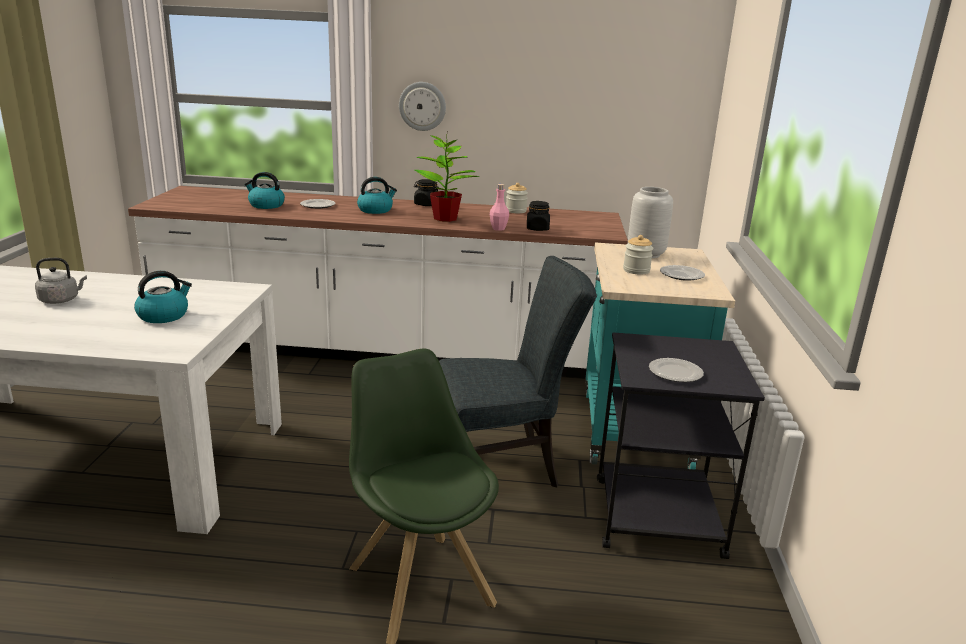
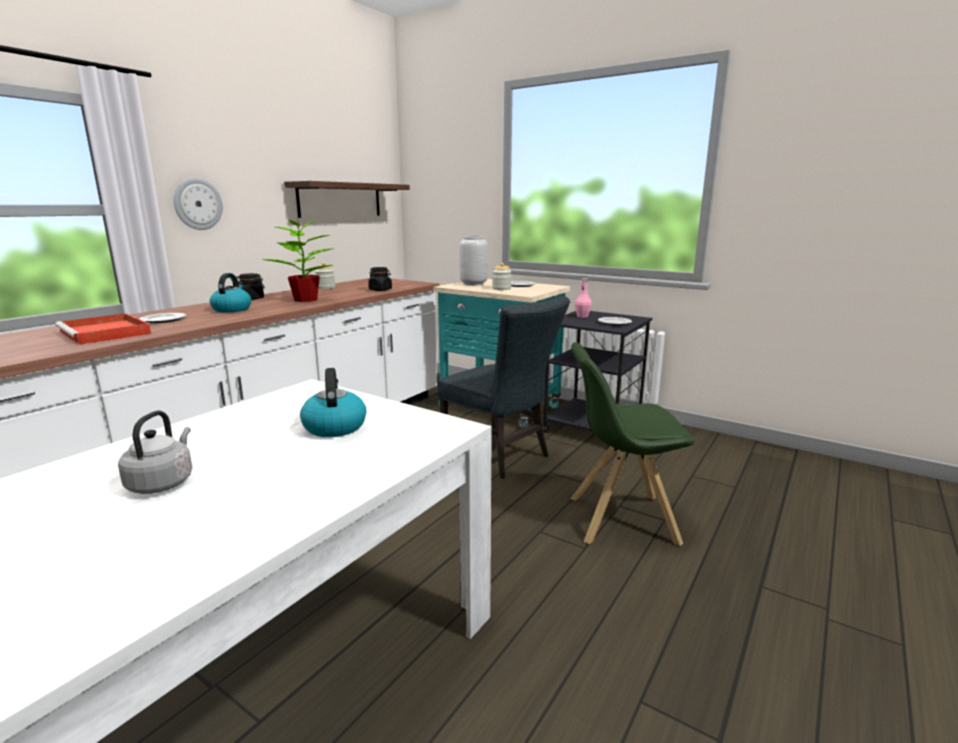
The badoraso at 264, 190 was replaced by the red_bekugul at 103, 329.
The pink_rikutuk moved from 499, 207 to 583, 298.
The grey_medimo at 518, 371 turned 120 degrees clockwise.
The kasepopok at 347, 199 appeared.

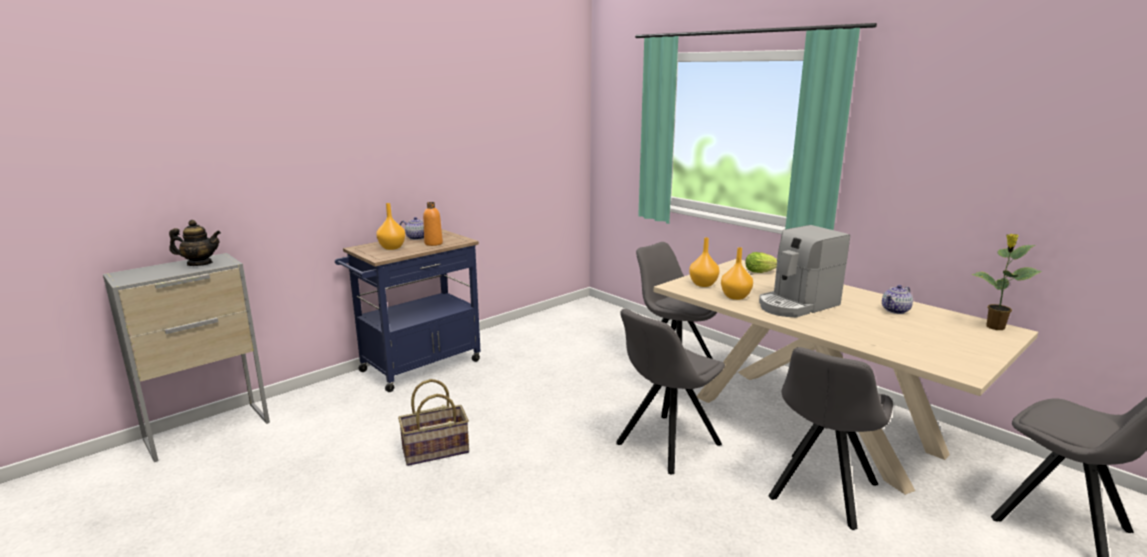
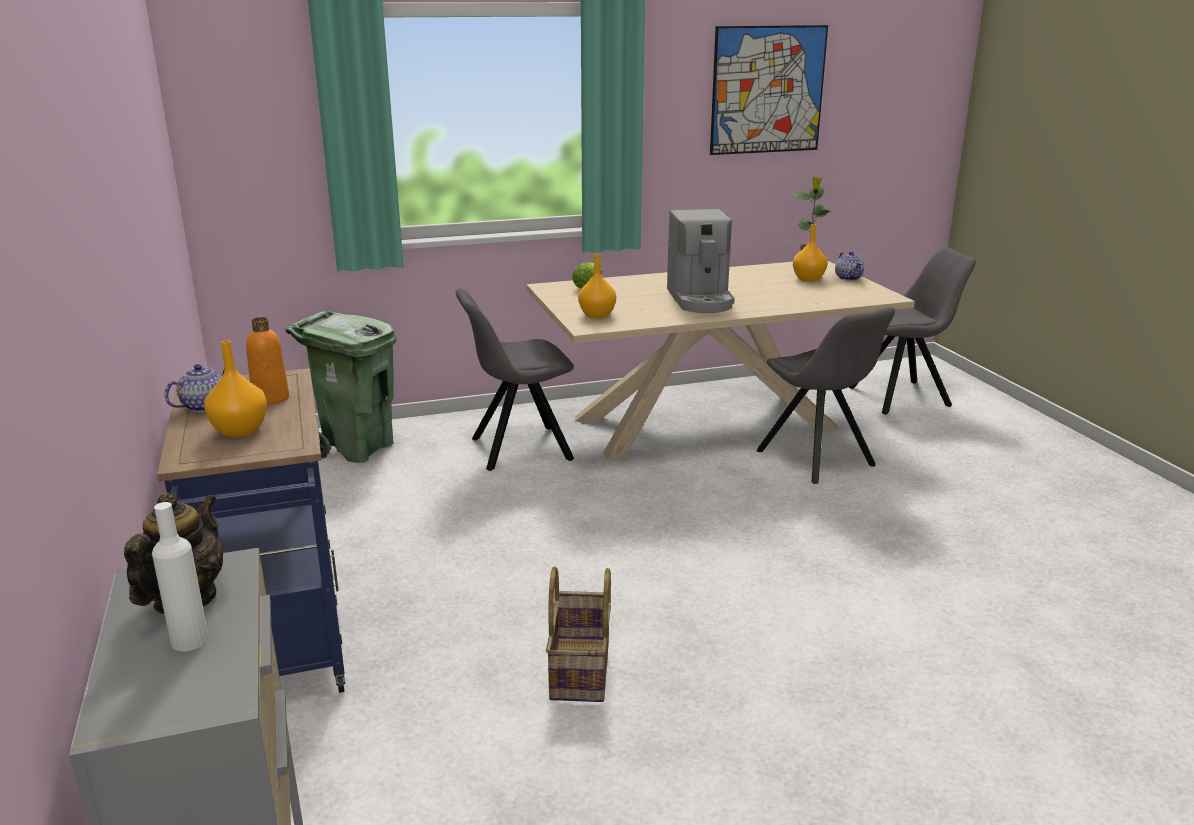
The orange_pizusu moved from 737, 273 to 810, 253.
The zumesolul moved from 897, 299 to 849, 266.
The grey_medimo at 670, 392 disappeared.
The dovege at 769, 90 appeared.
The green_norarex at 341, 387 appeared.
The white_rikutuk at 180, 576 appeared.

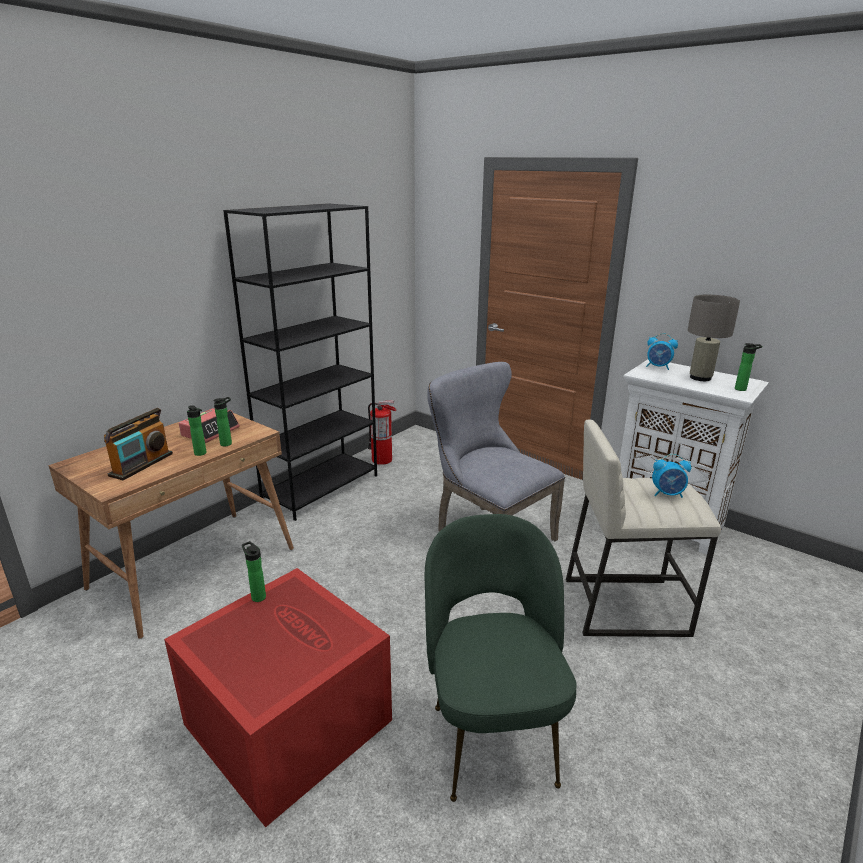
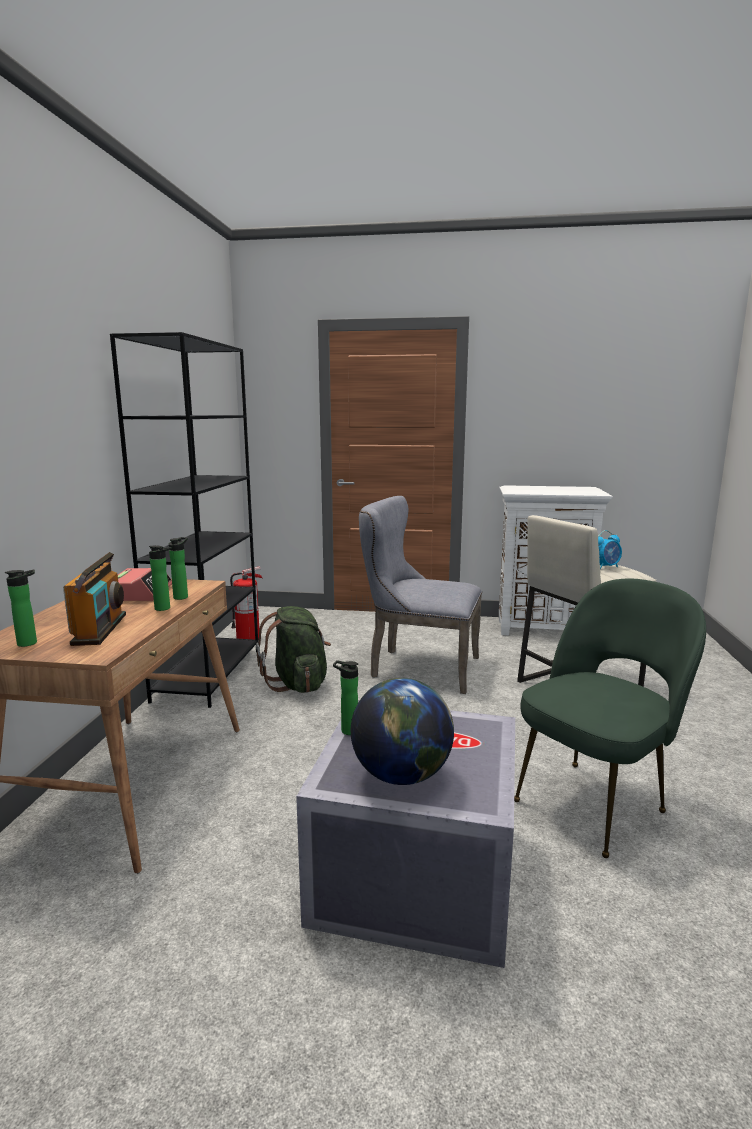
The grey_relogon at 714, 338 disappeared.
The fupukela at 662, 351 disappeared.
The rikutuk moved from 748, 367 to 21, 608.
The green_medimo at 501, 658 turned 90 degrees clockwise.
The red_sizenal at 278, 697 became the grey_sizenal at 405, 834.
The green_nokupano at 293, 649 appeared.
The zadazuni at 402, 731 appeared.

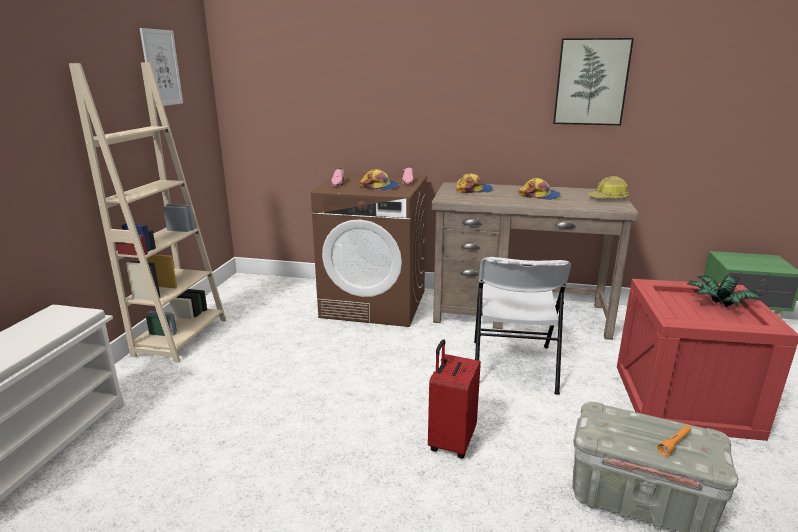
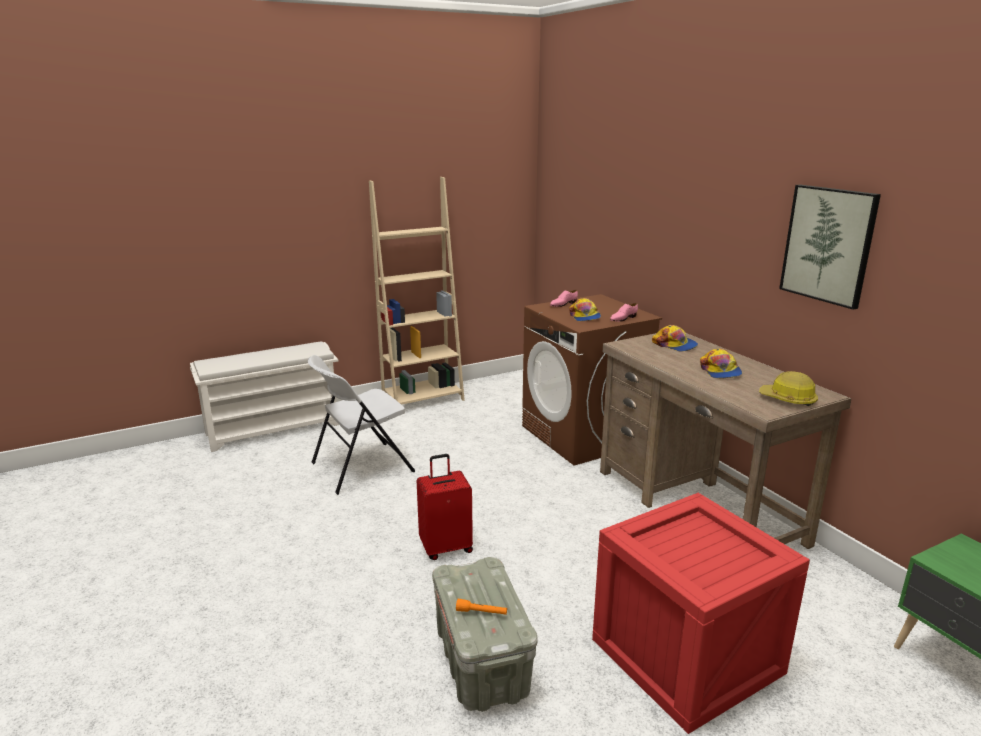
The dovege at 161, 67 disappeared.
The white_medimo moved from 522, 326 to 361, 425.
The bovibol at 725, 291 disappeared.

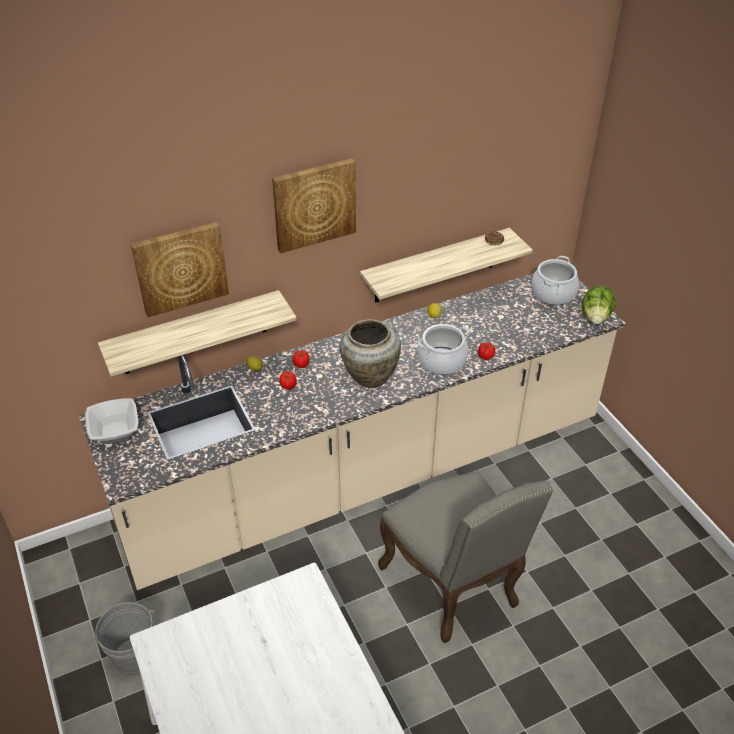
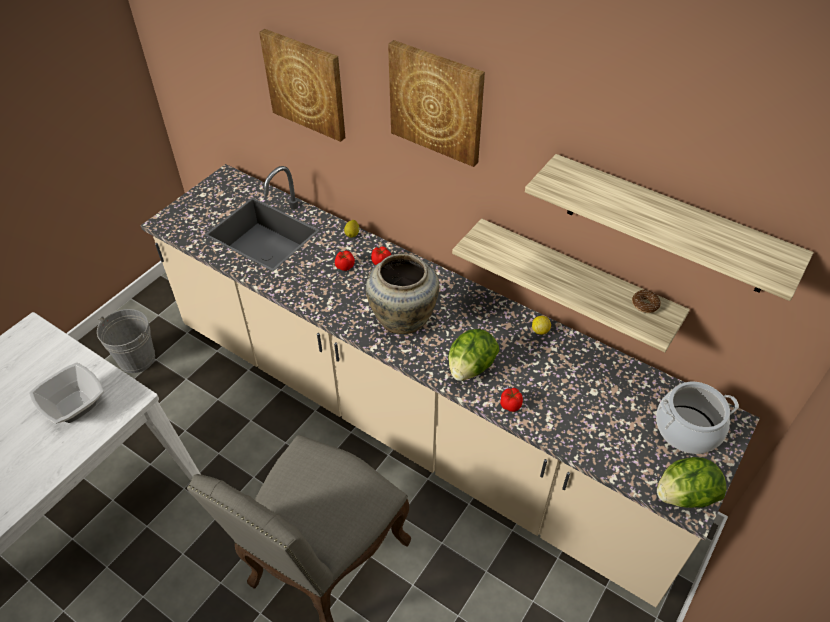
The kasepopok moved from 197, 333 to 669, 227.
The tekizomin at 443, 349 was replaced by the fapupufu at 474, 355.
The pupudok moved from 112, 421 to 66, 393.

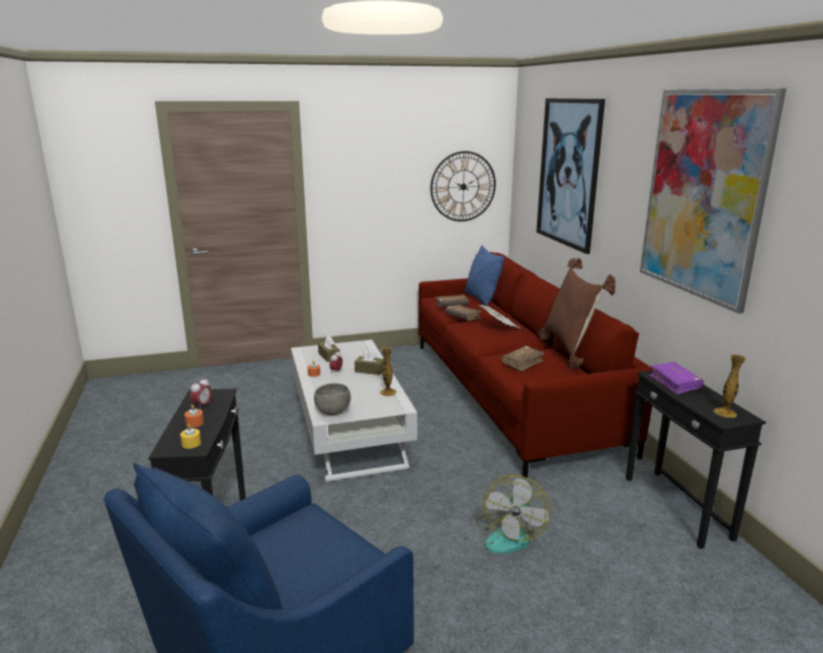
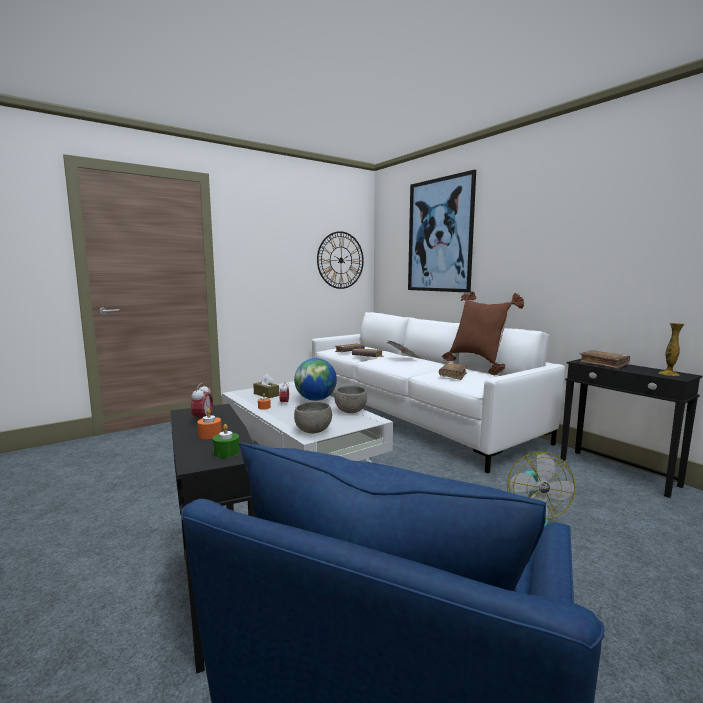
The dovege at 713, 201 disappeared.
The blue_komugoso at 484, 275 disappeared.
The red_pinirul at 536, 365 became the white_pinirul at 438, 392.
The pizusu at 388, 371 was replaced by the grey_pupudok at 350, 399.
The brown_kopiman at 369, 362 was replaced by the zadazuni at 315, 379.
The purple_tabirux at 676, 378 became the brown_tabirux at 604, 359.
The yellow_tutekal at 190, 436 became the green_tutekal at 226, 441.

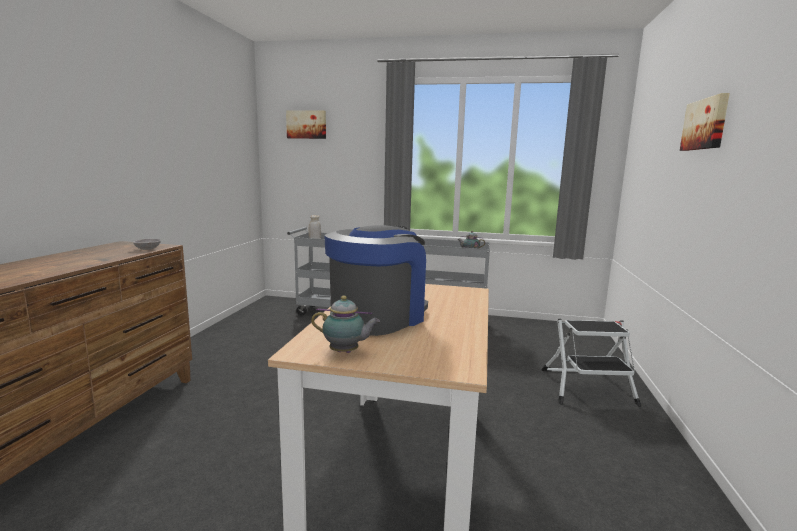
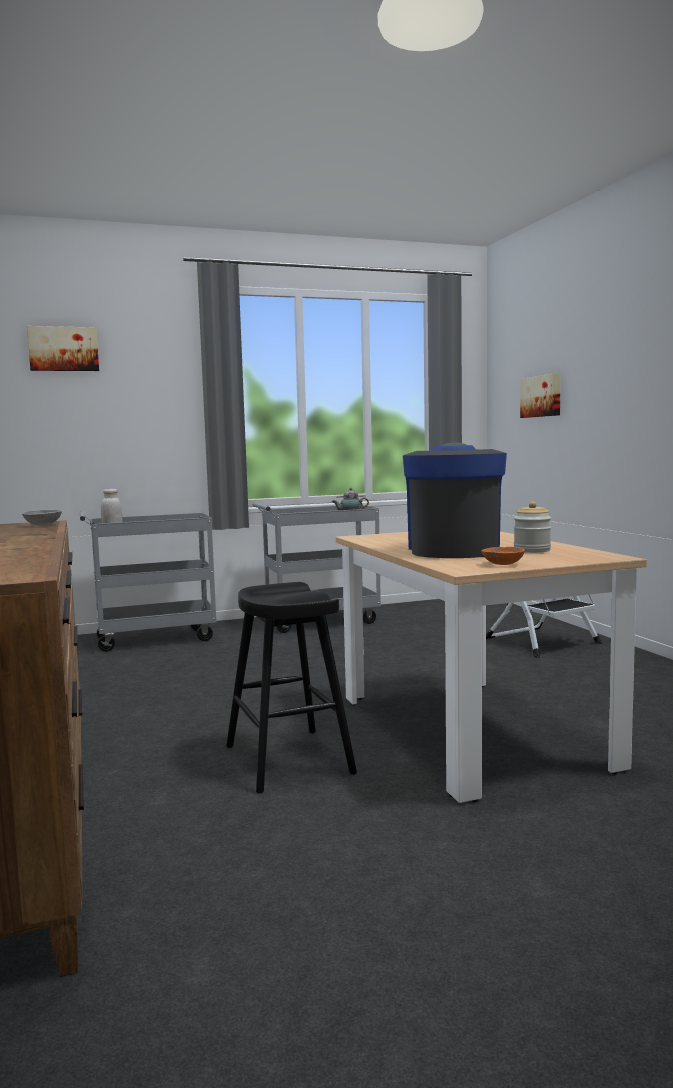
The dovege moved from 705, 122 to 540, 395.
The zumesolul at 345, 324 was replaced by the orange_pupudok at 503, 556.
The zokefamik at 532, 527 appeared.
The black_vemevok at 291, 688 appeared.

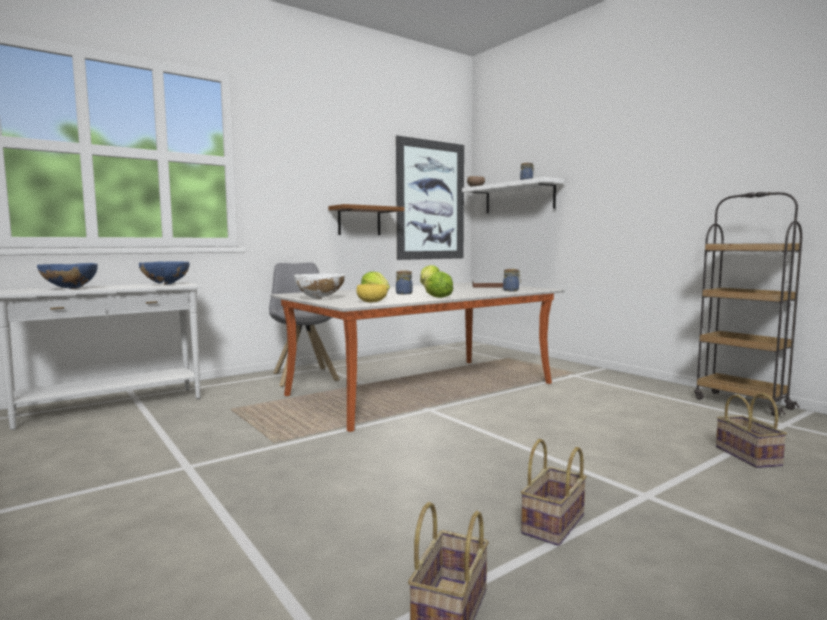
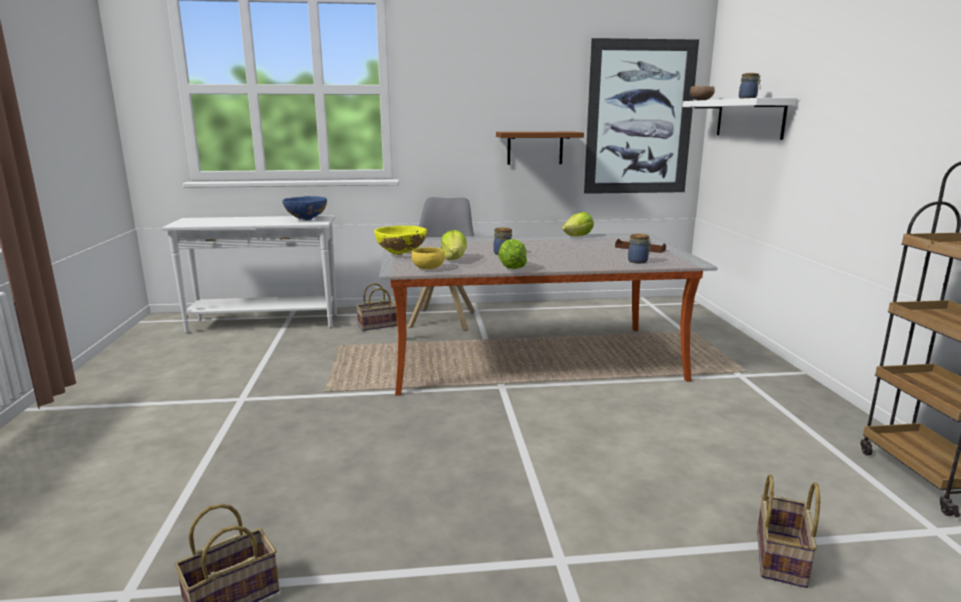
The blue_pupudok at 67, 276 disappeared.
The white_pupudok at 319, 286 became the yellow_pupudok at 400, 240.
The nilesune moved from 554, 492 to 376, 307.

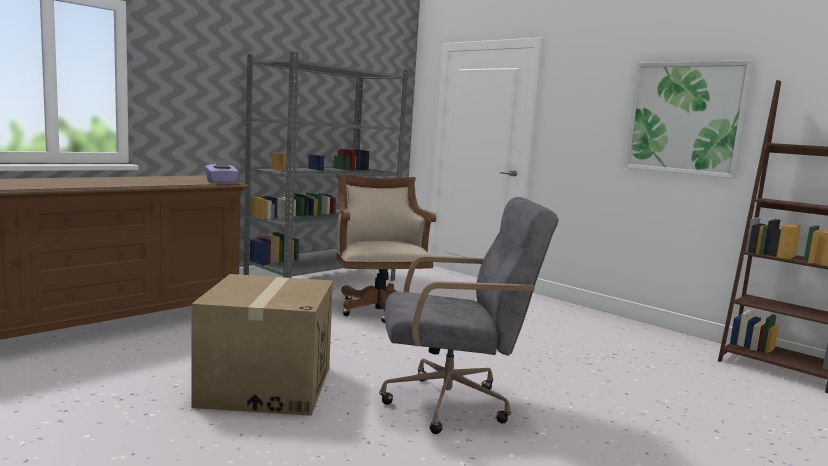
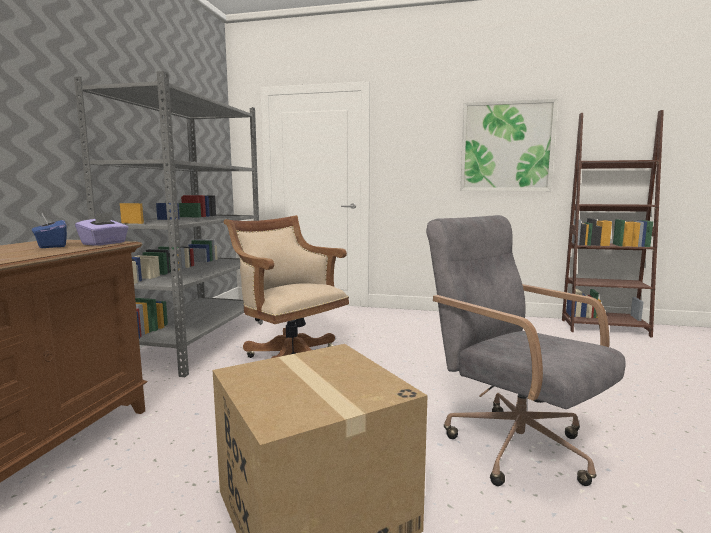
The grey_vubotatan at 469, 315 turned 90 degrees counterclockwise.
The blue_kopiman at 49, 230 appeared.

